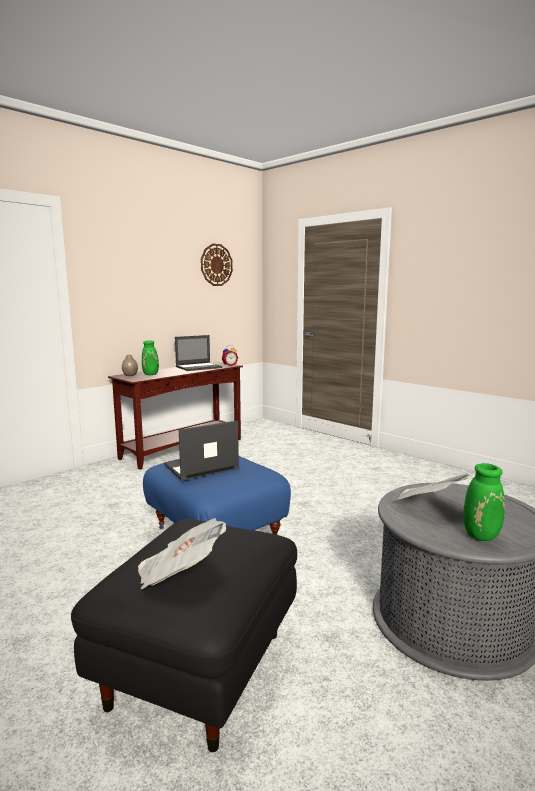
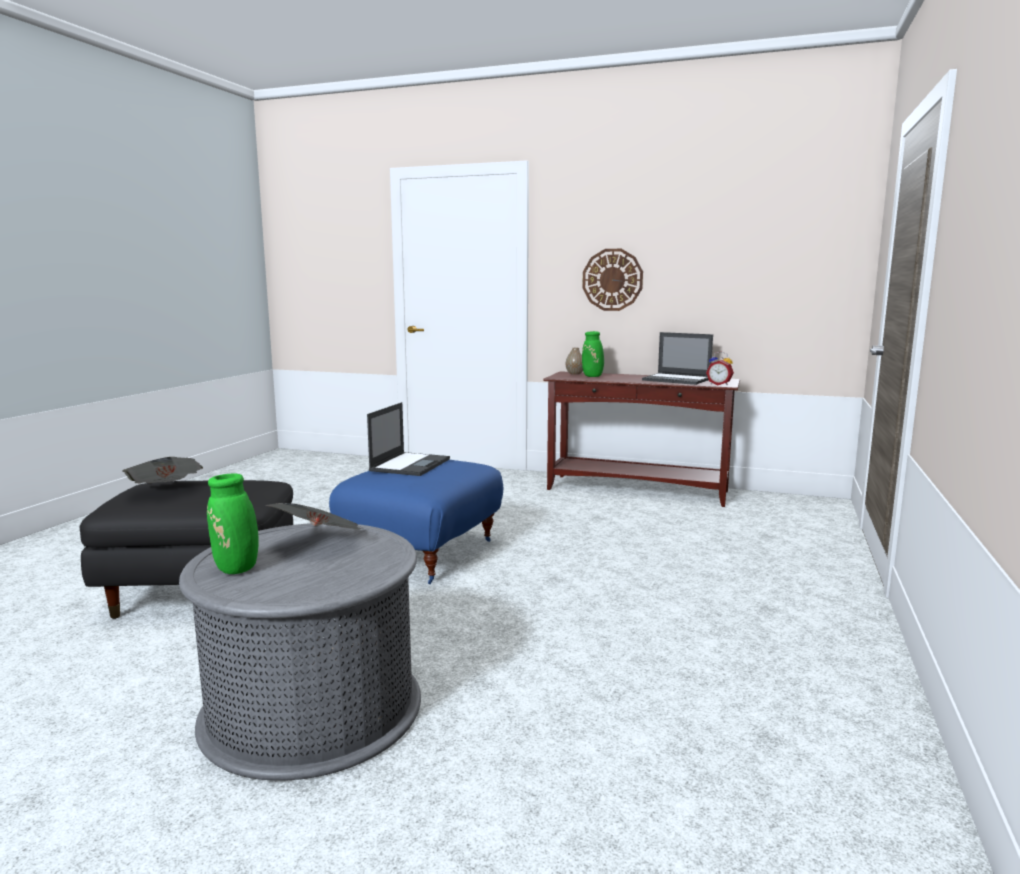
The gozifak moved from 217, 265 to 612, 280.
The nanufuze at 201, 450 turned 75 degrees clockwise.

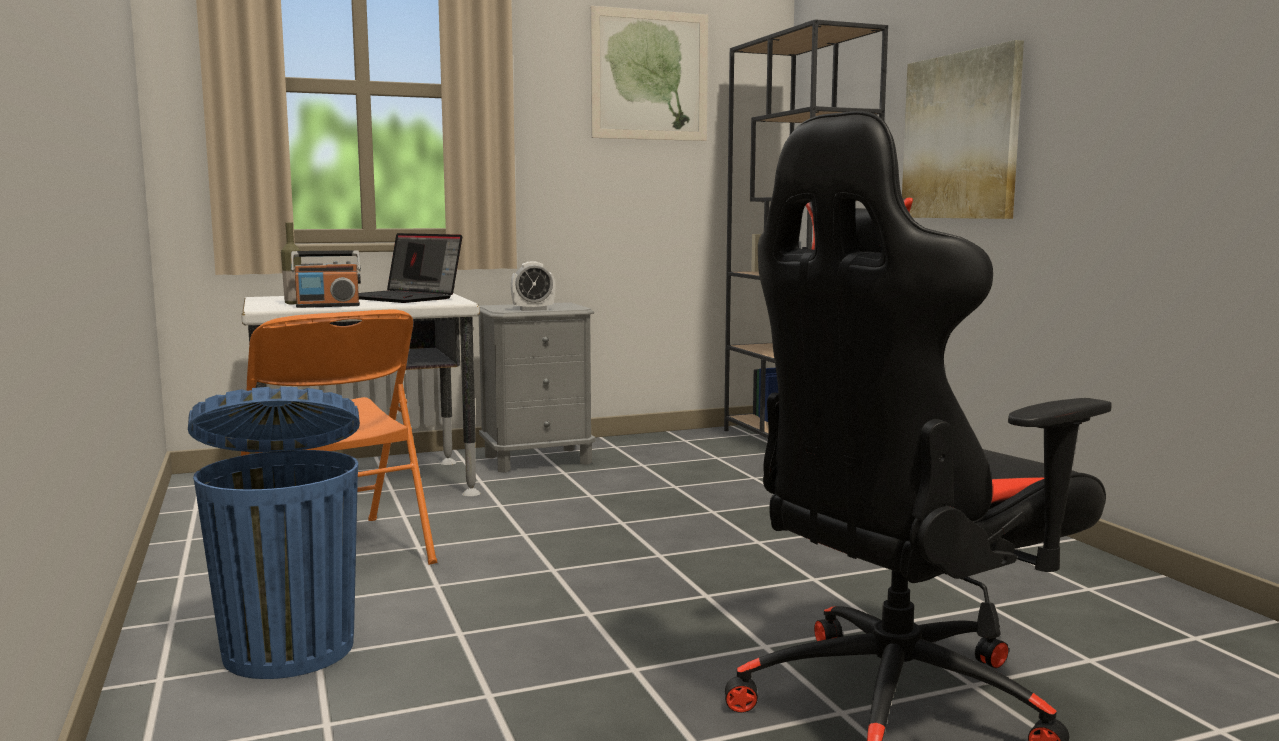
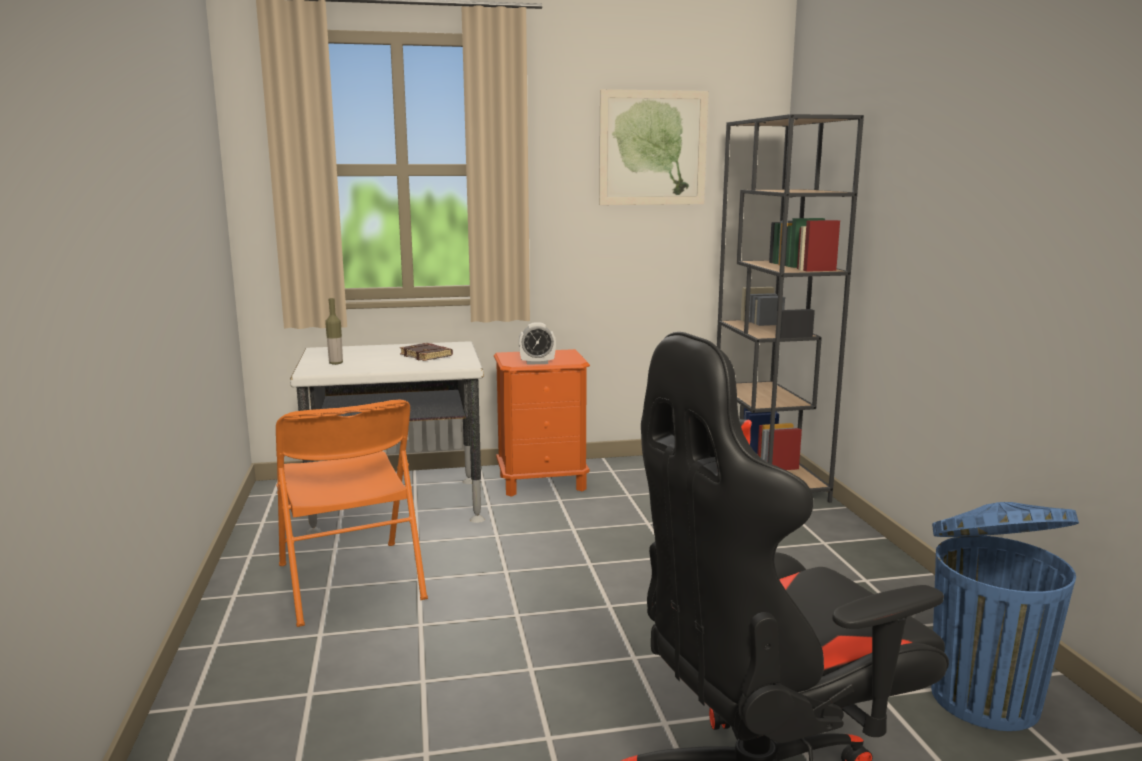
The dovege at 963, 129 disappeared.
The nanufuze at 410, 268 was replaced by the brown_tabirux at 426, 352.
The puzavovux at 326, 279 disappeared.
The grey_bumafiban at 537, 387 became the orange_bumafiban at 542, 423.
The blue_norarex moved from 274, 533 to 1005, 616.

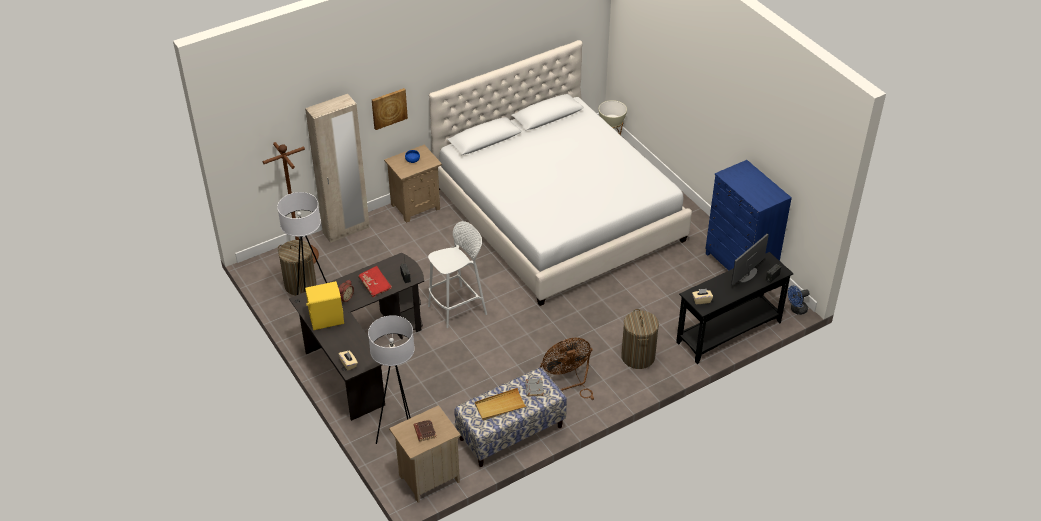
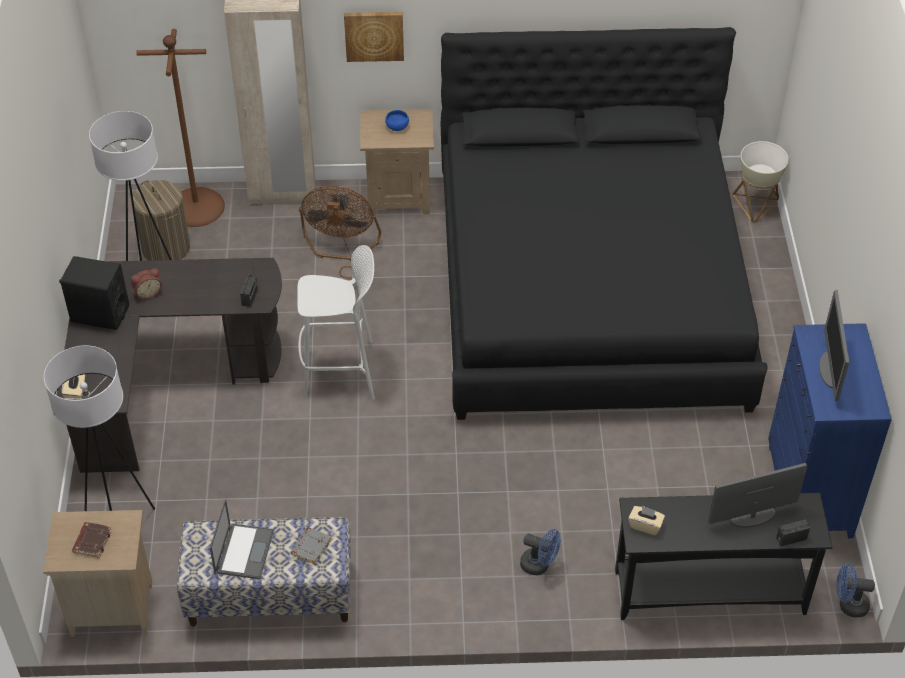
The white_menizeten at 560, 173 became the black_menizeten at 604, 223.
The red_tabirux at 375, 282 disappeared.
The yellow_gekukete at 324, 305 became the black_gekukete at 94, 293.
The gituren at 640, 339 was replaced by the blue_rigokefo at 540, 552.
The brown_rigokefo moved from 566, 369 to 340, 233.
The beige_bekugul at 501, 404 was replaced by the nanufuze at 242, 539.
The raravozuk at 834, 345 appeared.

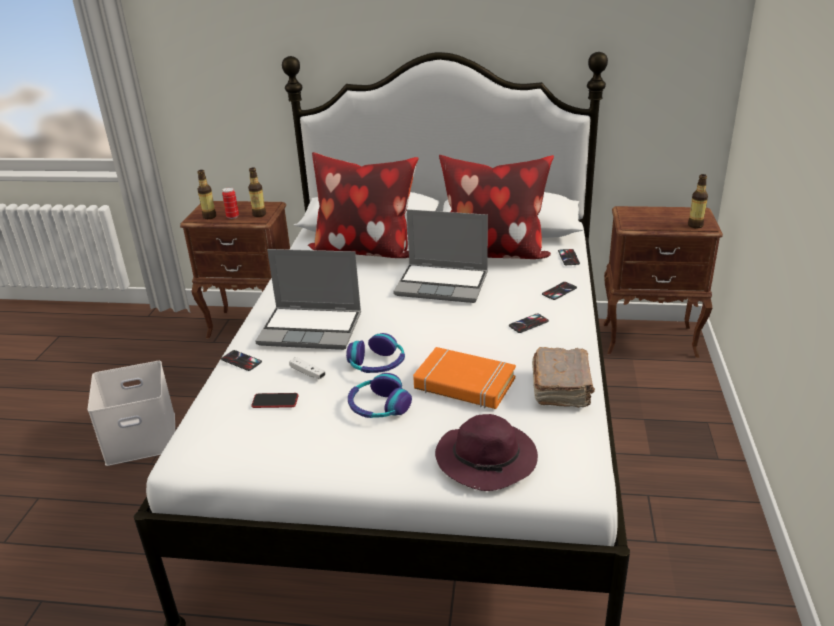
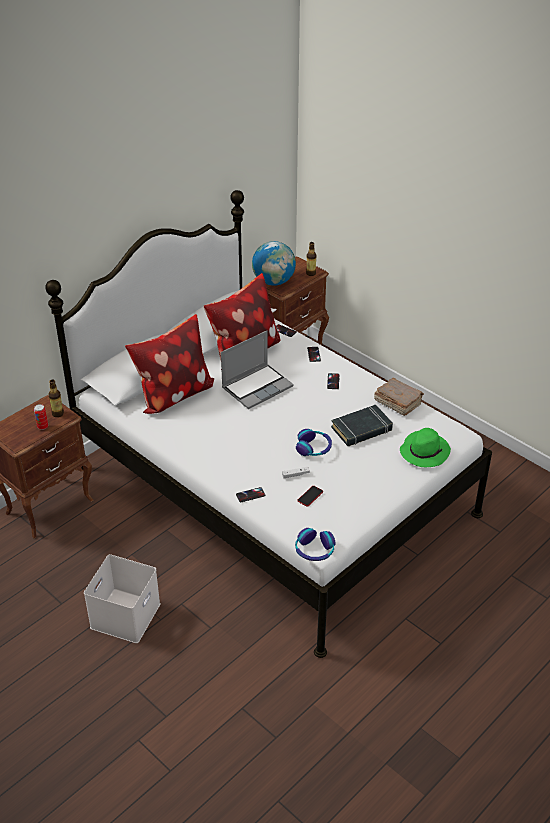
The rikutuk at 206, 194 disappeared.
The nanufuze at 308, 299 disappeared.
The orange_tabirux at 464, 378 became the black_tabirux at 362, 425.
The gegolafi moved from 380, 395 to 315, 544.
The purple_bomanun at 486, 452 became the green_bomanun at 425, 447.
The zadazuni at 274, 263 appeared.

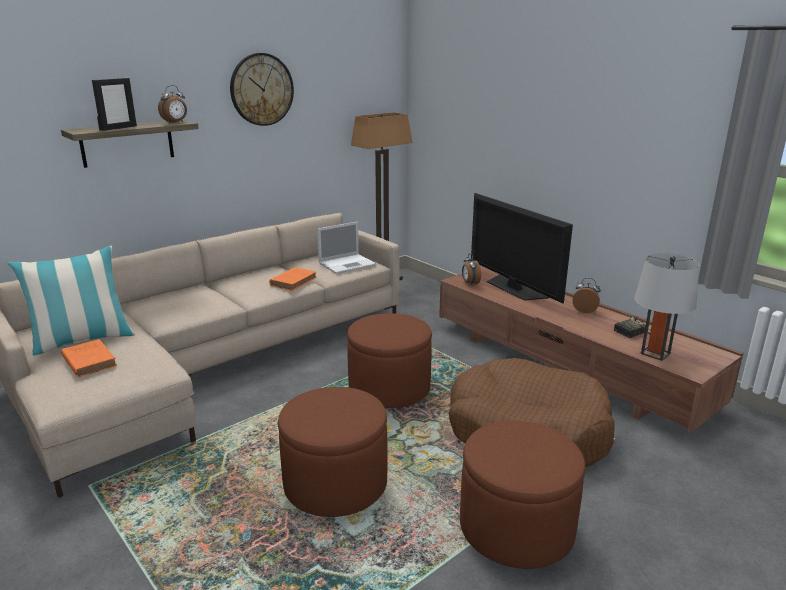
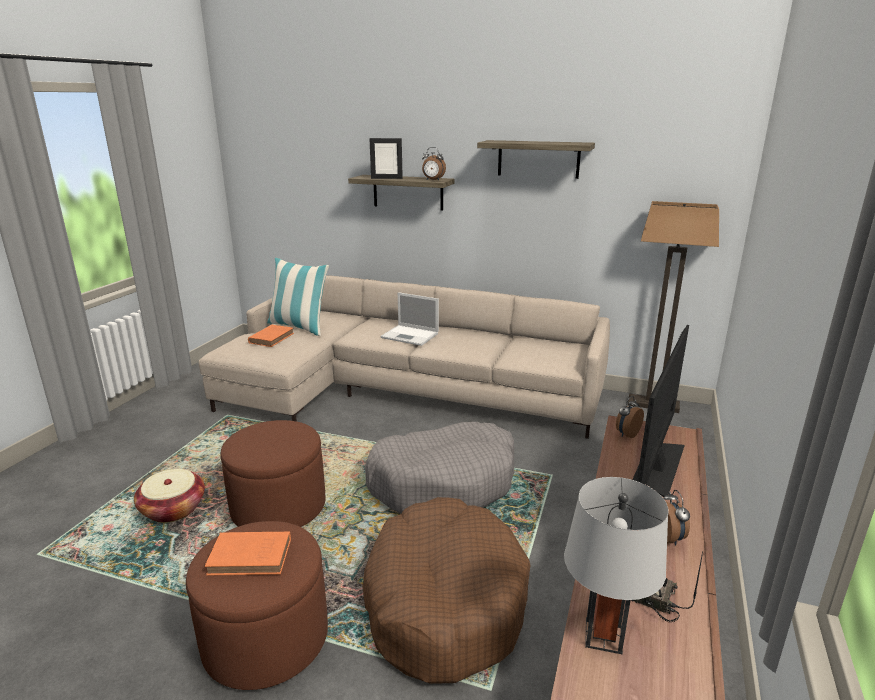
The gozifak at 262, 89 was replaced by the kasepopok at 536, 159.
The nanufuze moved from 346, 247 to 409, 319.
The orange_tabirux moved from 293, 279 to 248, 554.
The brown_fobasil at 389, 360 was replaced by the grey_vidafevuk at 439, 467.
The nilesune at 169, 496 appeared.

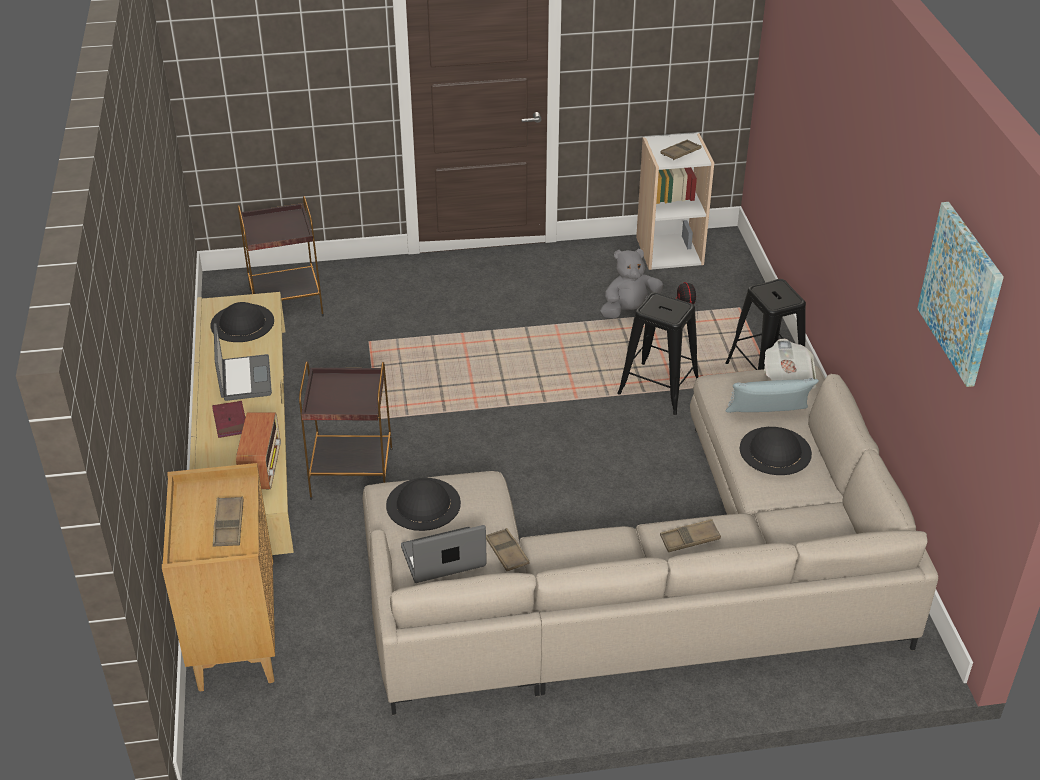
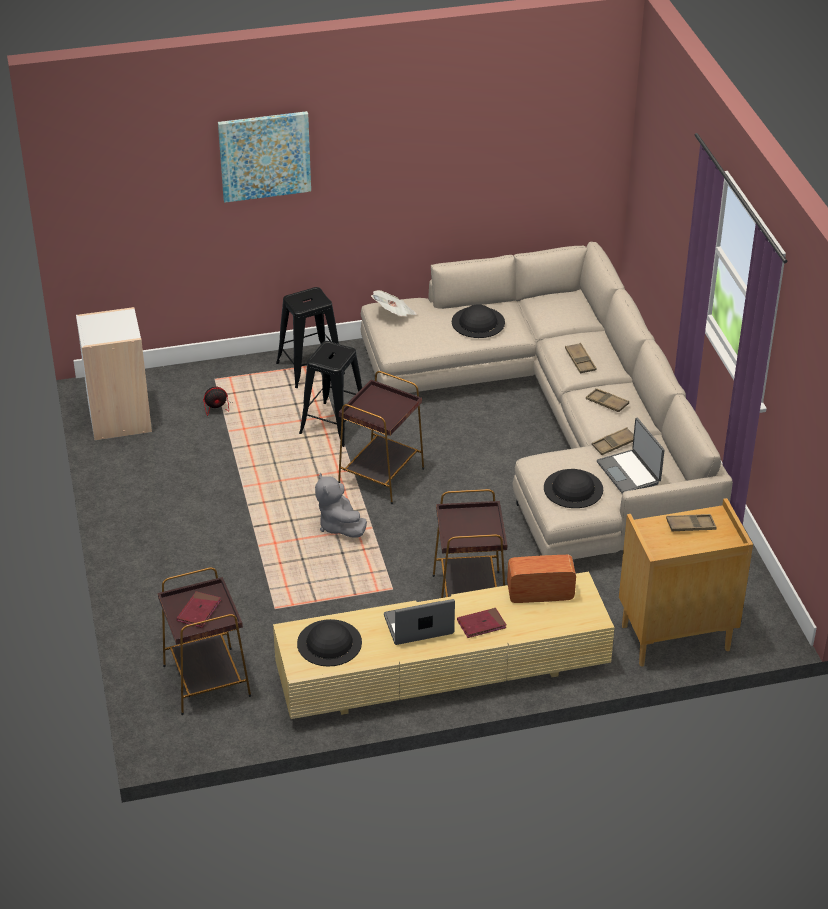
The brown_bekugul moved from 680, 149 to 607, 400.
The dovege moved from 960, 294 to 264, 157.
The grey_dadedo moved from 631, 284 to 341, 505.
The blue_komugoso at 772, 395 disappeared.
The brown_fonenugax at 381, 437 appeared.
The red_tabirux at 198, 609 appeared.

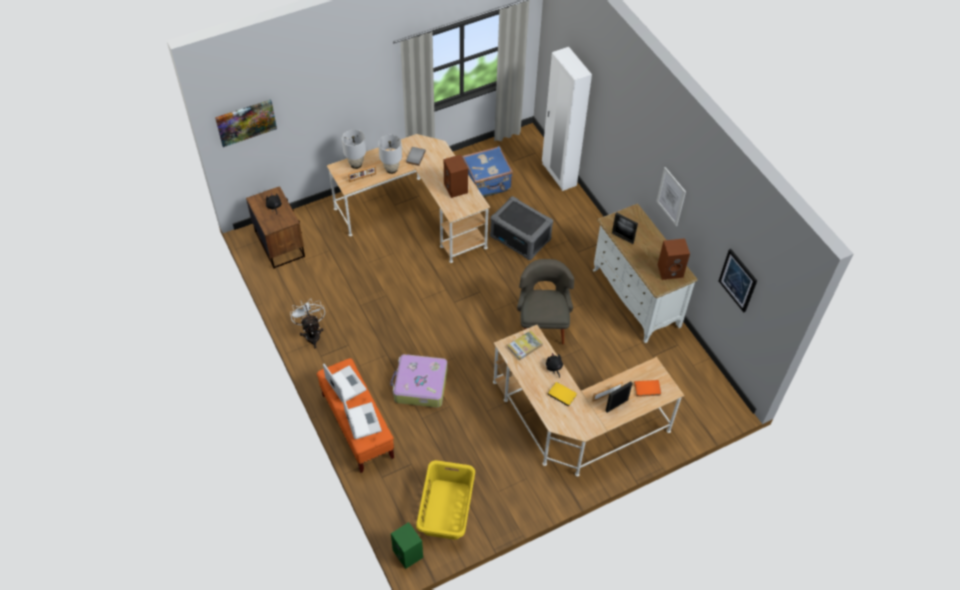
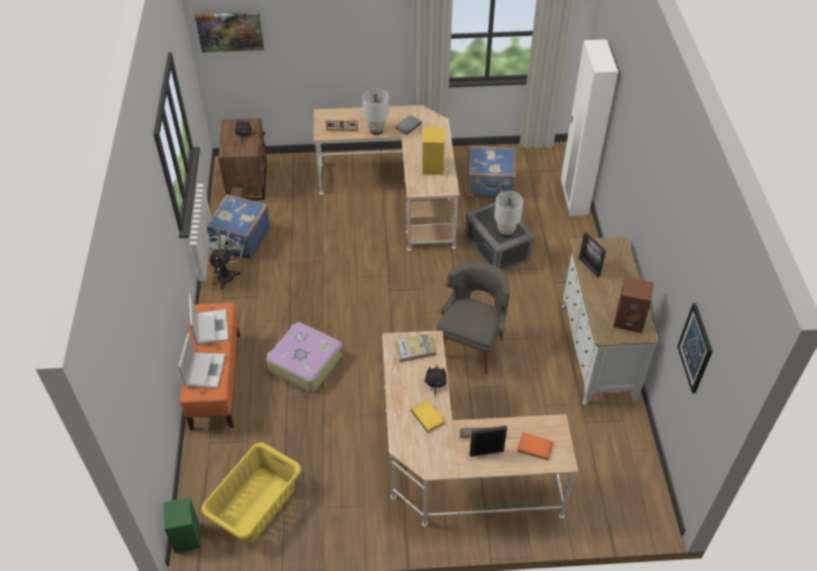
The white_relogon moved from 354, 149 to 508, 214.
The brown_gekukete at 456, 176 became the yellow_gekukete at 433, 151.
The dovege at 671, 196 disappeared.
The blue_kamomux at 238, 227 appeared.

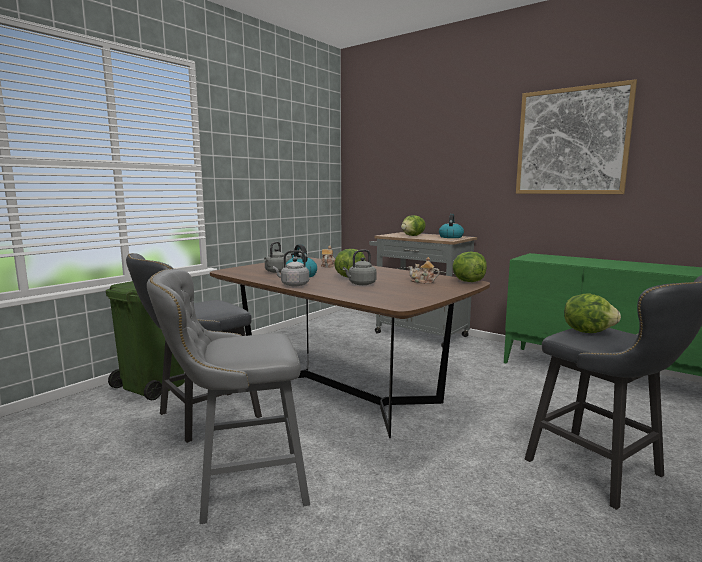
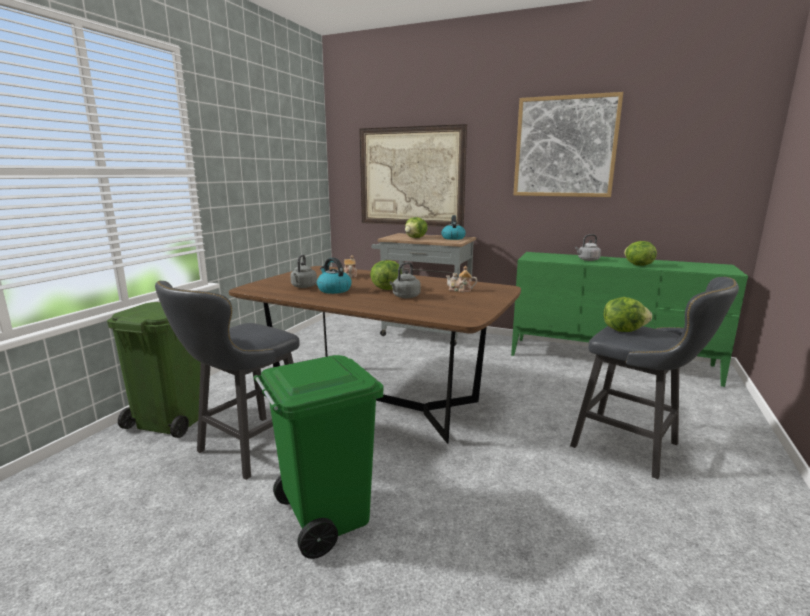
The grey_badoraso moved from 291, 268 to 588, 247.
The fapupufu moved from 469, 267 to 640, 253.
The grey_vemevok at 228, 396 was replaced by the green_norarex at 319, 457.
The dovege at 413, 176 appeared.

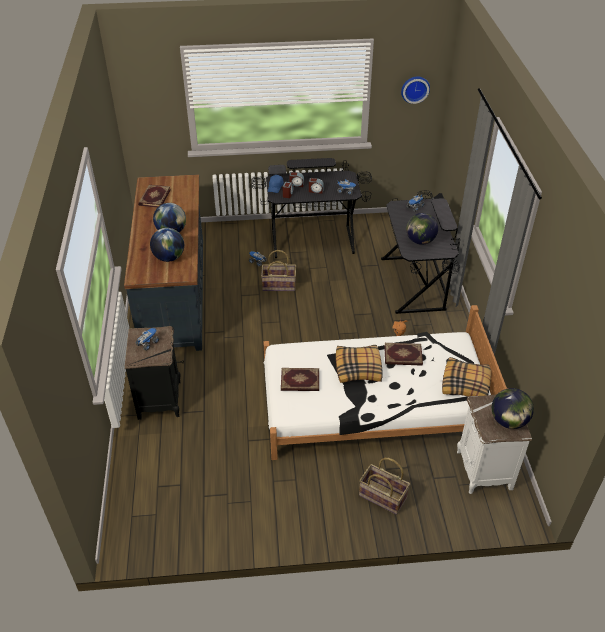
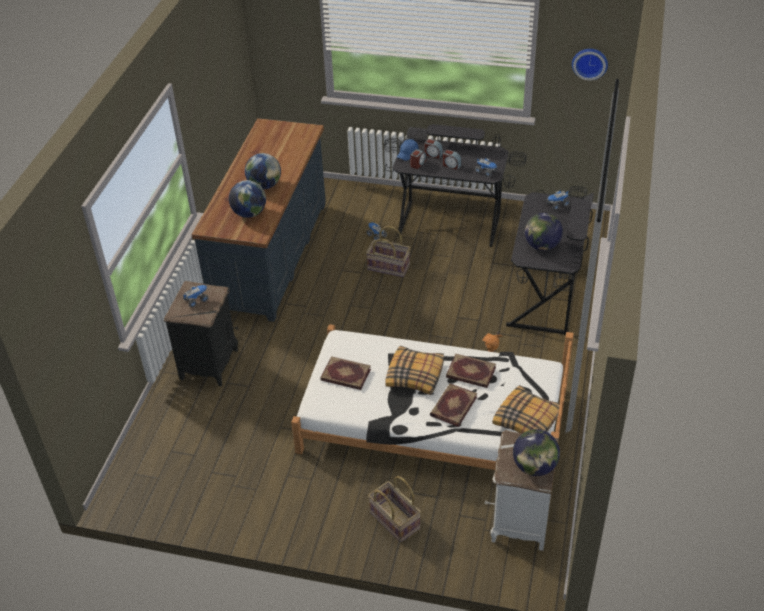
The tabirux moved from 154, 196 to 453, 405.

